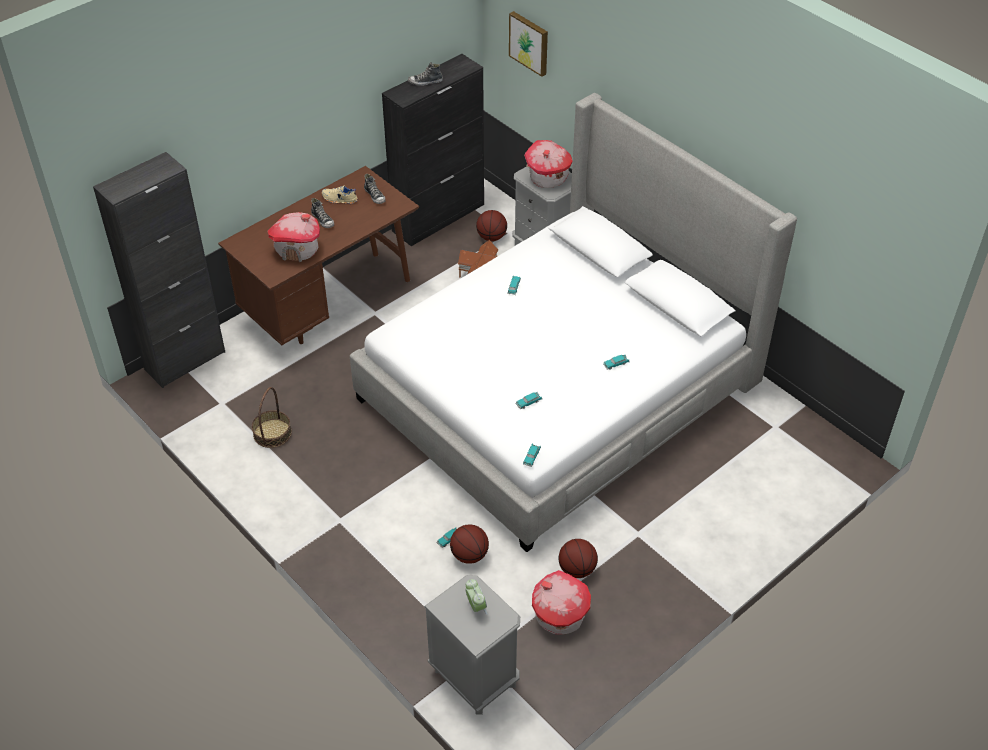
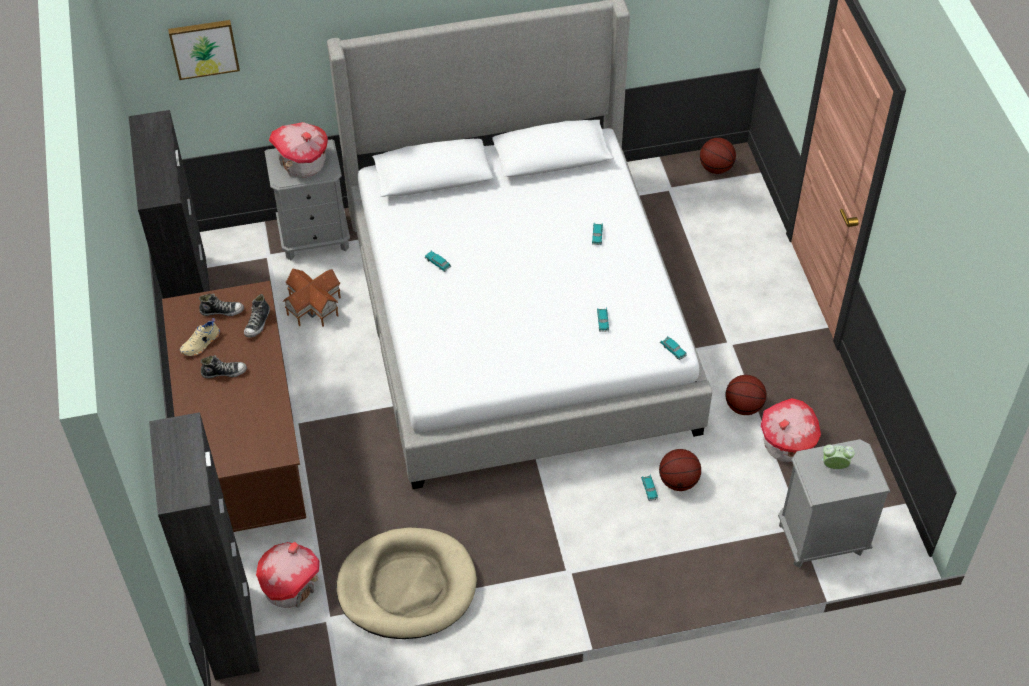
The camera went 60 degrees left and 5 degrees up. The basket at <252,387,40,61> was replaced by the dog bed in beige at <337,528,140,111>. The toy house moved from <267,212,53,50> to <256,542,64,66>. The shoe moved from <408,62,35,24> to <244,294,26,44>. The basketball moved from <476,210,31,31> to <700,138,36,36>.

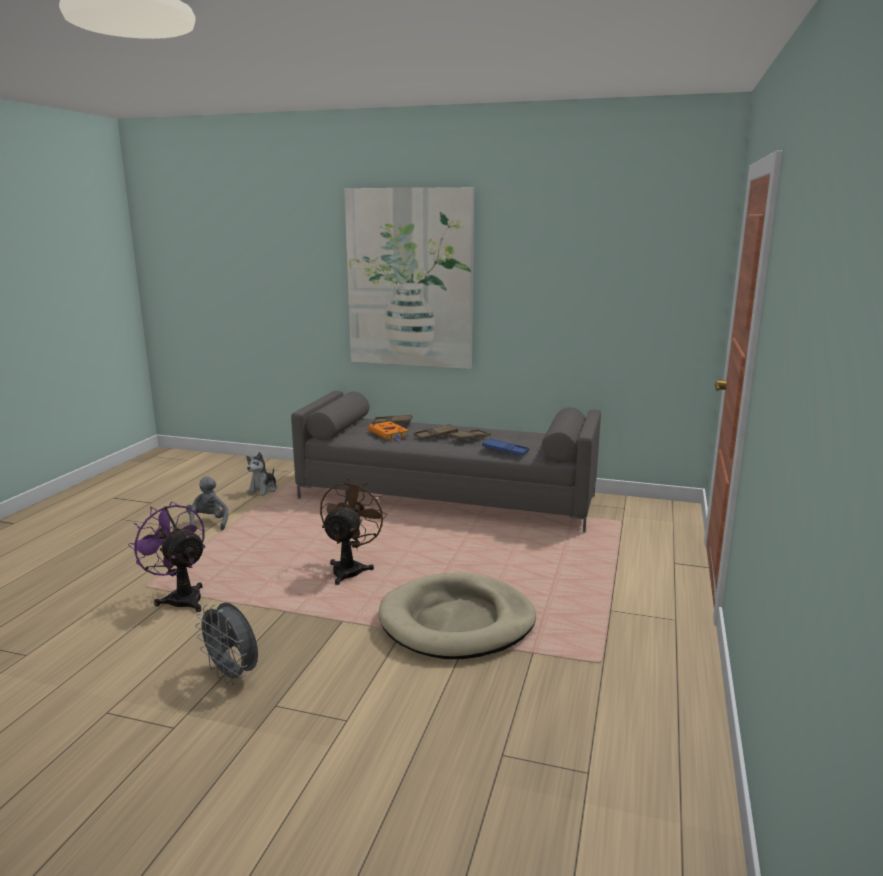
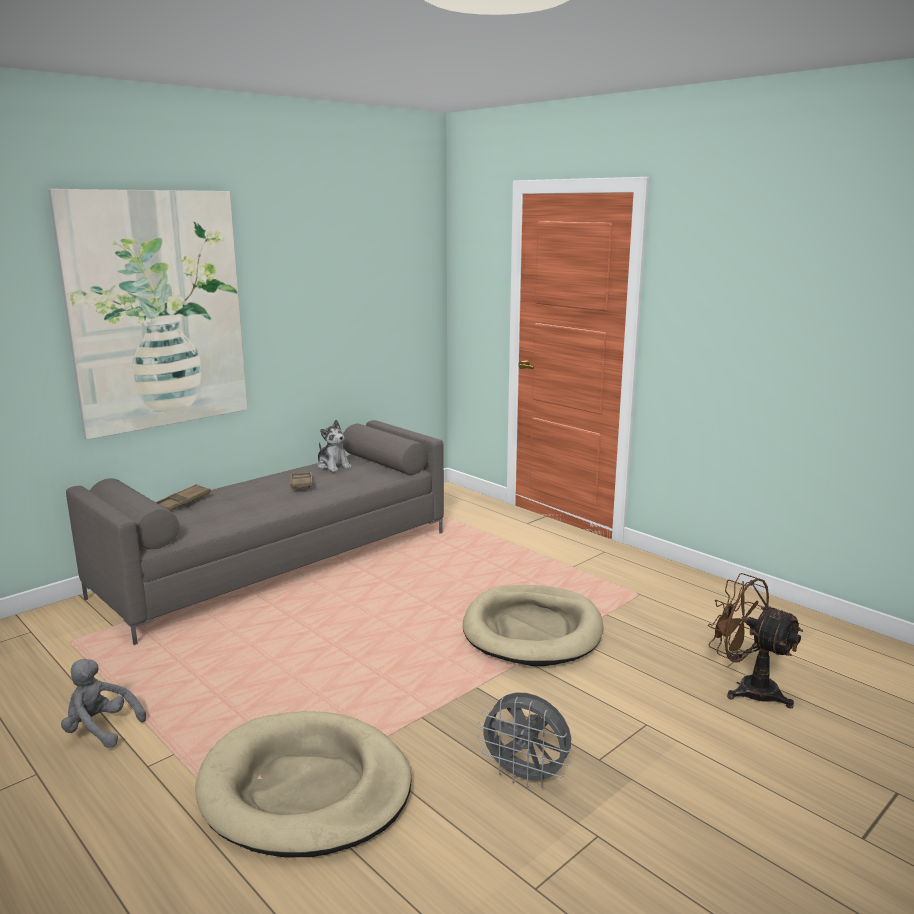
The camera went 60 degrees left and 0 degrees up. The fan in purple at <128,502,78,110> was replaced by the dog bed in beige at <195,711,216,146>. The fan in grey at <195,602,63,83> turned 45 degrees clockwise. The plush toy moved from <246,452,31,44> to <317,420,34,52>. The fan in brown moved from <320,479,67,106> to <708,573,95,135>. The book in orange at <368,421,41,20> disappeared. The tray in brown at <414,424,44,16> disappeared. The tray in blue at <482,438,47,18> disappeared.

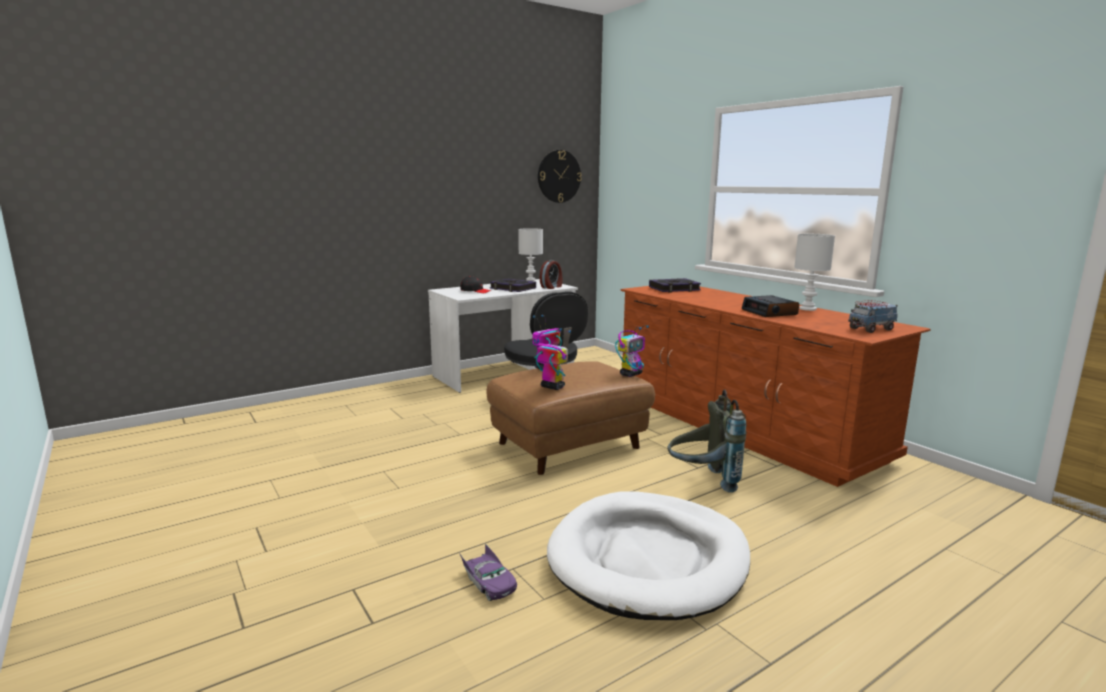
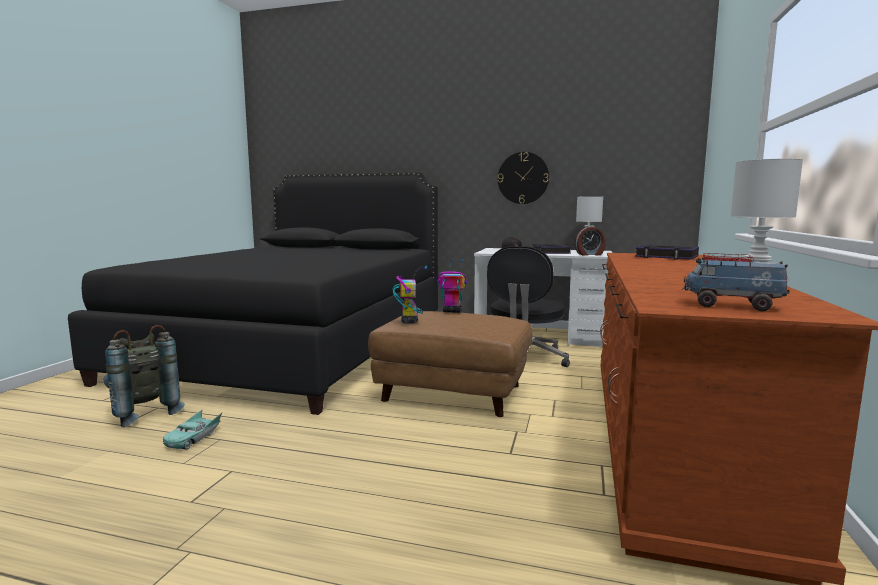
The camera went 50 degrees right and 5 degrees down. The toy car in purple at <459,543,58,58> became the toy car in turquoise at <163,410,59,39>. The wall clock moved from <538,150,44,53> to <498,152,51,52>. The dog bed in white at <547,491,203,129> disappeared. The toy robot at <615,325,34,52> disappeared. The backpack in grey moved from <667,390,79,103> to <103,325,82,102>. The alarm clock at <742,295,57,22> disappeared. The bed in black at <68,172,370,243> appeared.

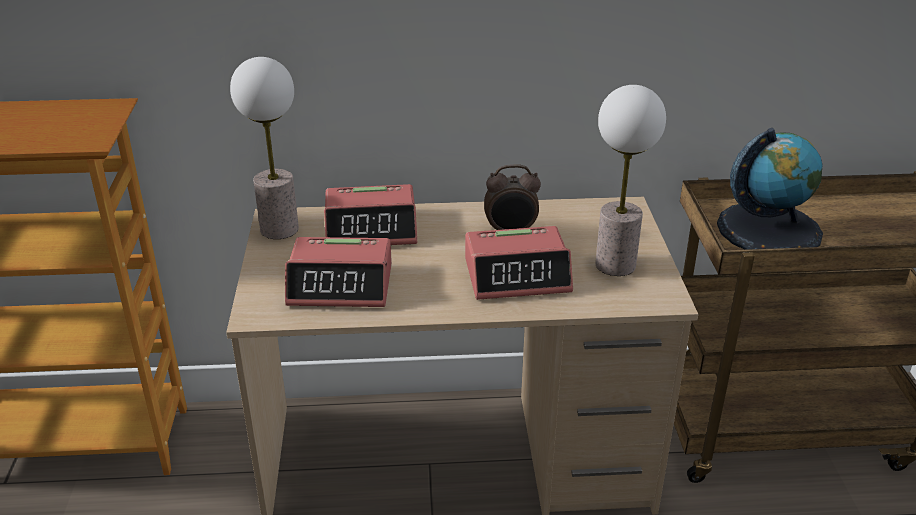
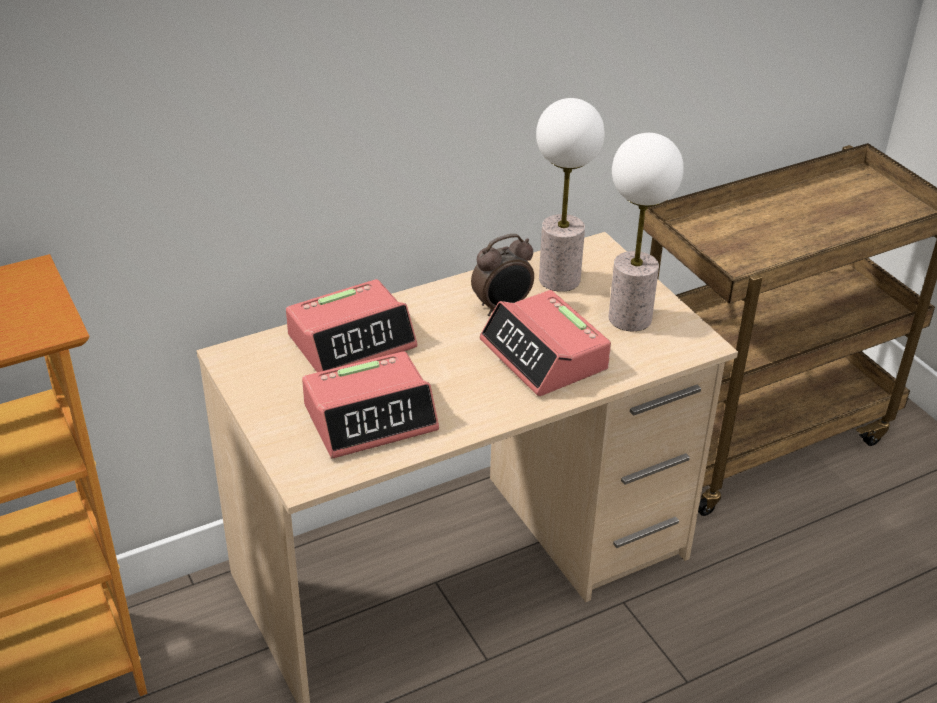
The camera went 25 degrees left and 5 degrees up. The table lamp moved from <230,57,69,182> to <536,98,68,194>. The alarm clock at <465,226,108,74> turned 90 degrees clockwise. The globe at <717,128,106,122> disappeared.

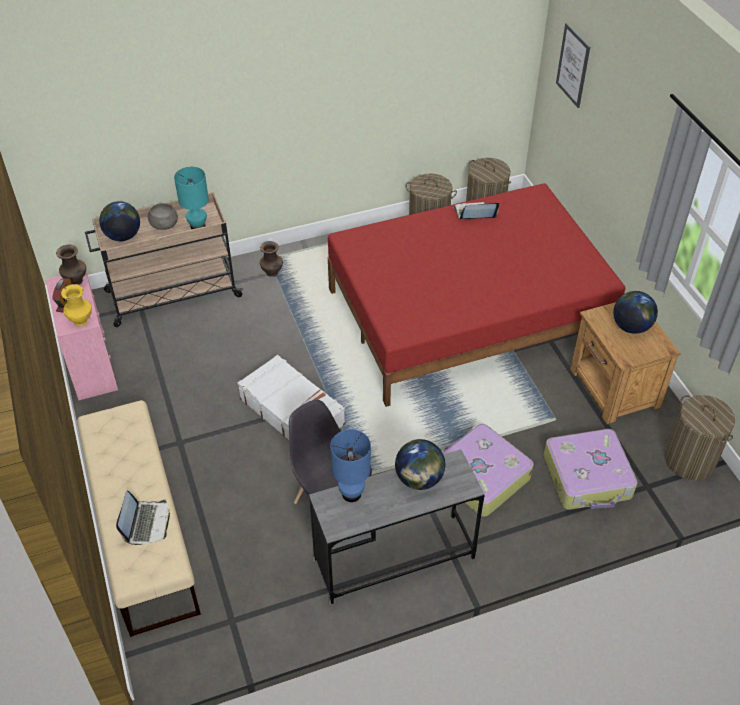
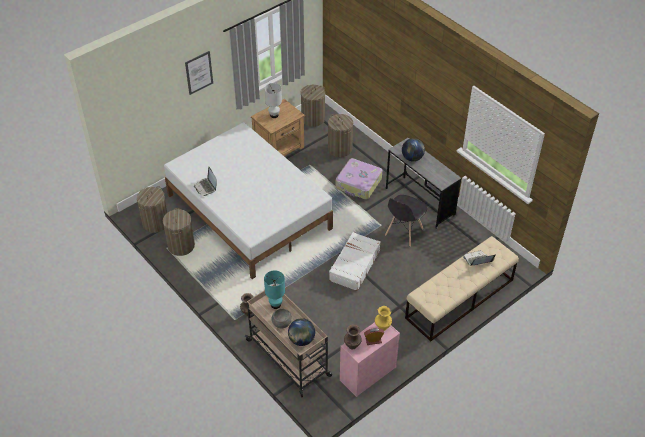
The camera went 110 degrees left and 0 degrees up. The bed in red at <328,183,297,224> became the bed in white at <164,122,169,157>. The table lamp in blue at <330,429,41,73> disappeared. The suitcase at <544,429,94,81> was replaced by the laundry basket at <328,114,25,43>. The picture moved from <556,23,34,85> to <185,51,28,44>. The globe at <613,291,45,43> was replaced by the table lamp in white at <265,83,17,35>.

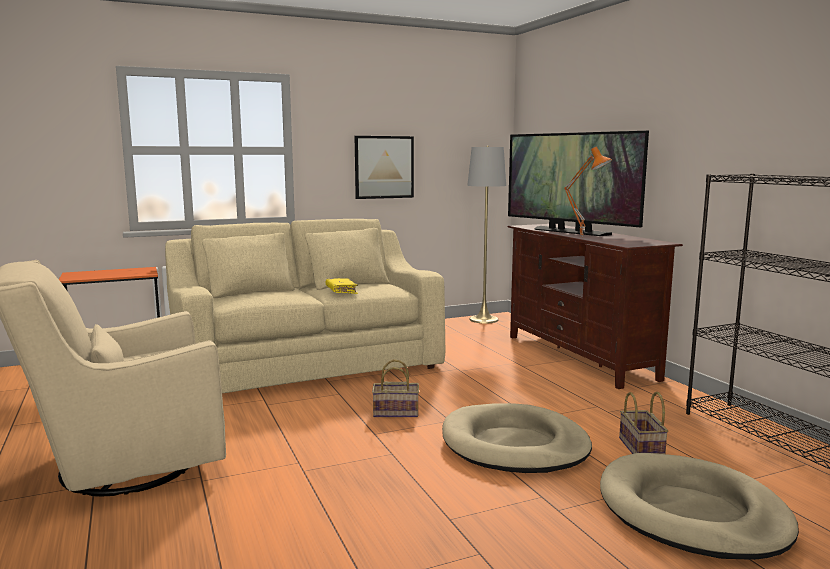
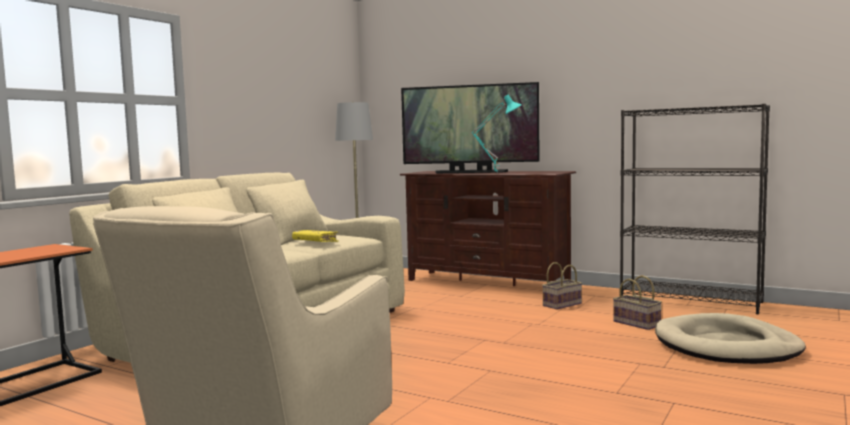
The camera went 35 degrees left and 5 degrees down. The picture at <355,136,59,63> disappeared. The basket moved from <372,359,47,58> to <542,262,40,47>. The dog bed in beige at <442,403,150,70> disappeared. The table lamp in orange at <564,147,48,91> became the table lamp in turquoise at <471,95,51,76>.

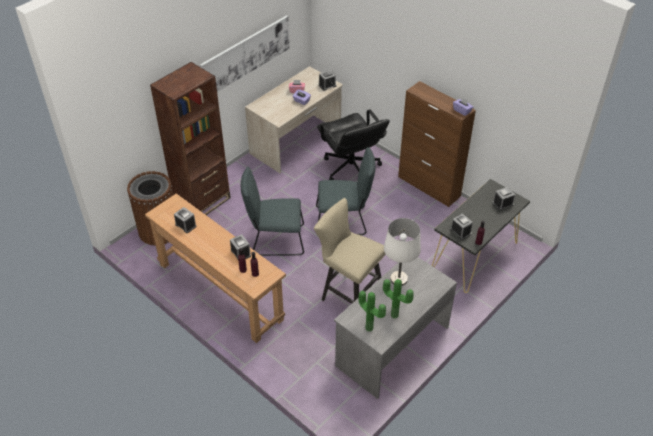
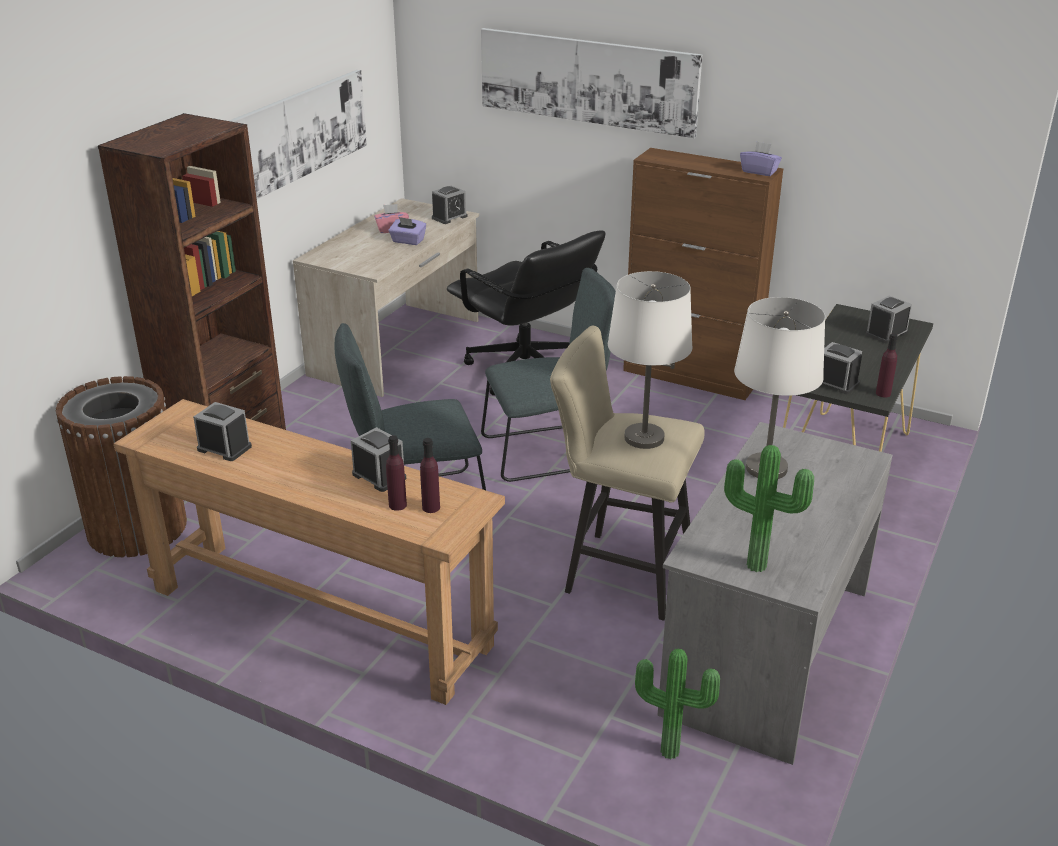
The camera went 15 degrees left and 15 degrees down. The potted plant moved from <383,279,31,40> to <635,648,85,111>. The picture at <481,28,221,110> appeared. The table lamp in white at <608,271,85,178> appeared.

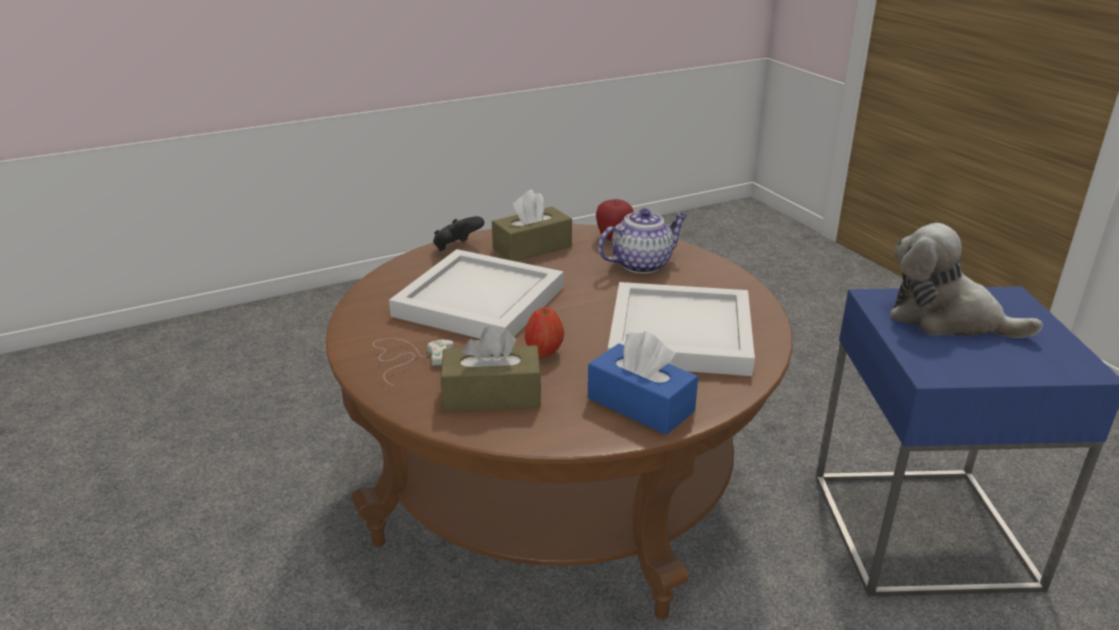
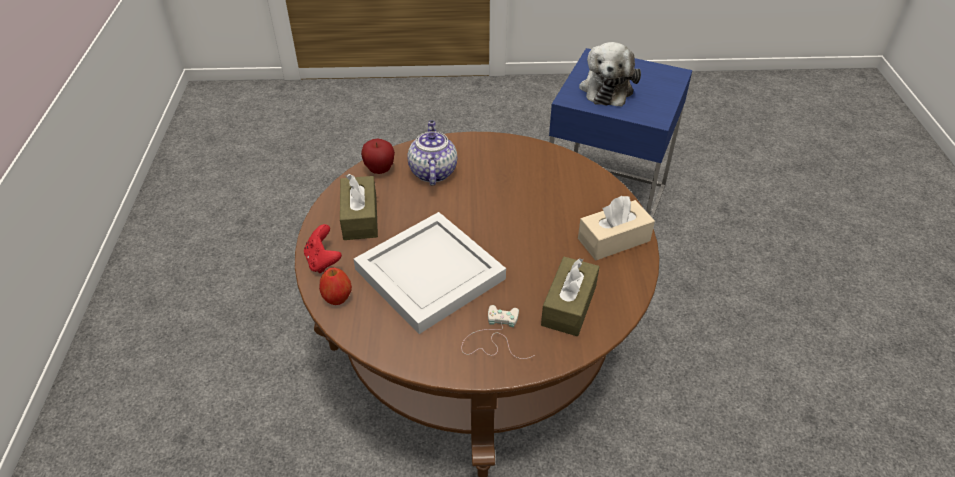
The camera went 65 degrees left and 15 degrees up. The game controller in black at <433,216,51,35> became the game controller in red at <304,224,38,50>. The apple moved from <525,307,39,50> to <319,268,33,37>. The tissue box in blue at <588,331,110,104> became the tissue box in beige at <578,196,77,64>. The tray in white at <608,282,147,94> disappeared. The plush toy at <890,223,153,115> turned 45 degrees counterclockwise.

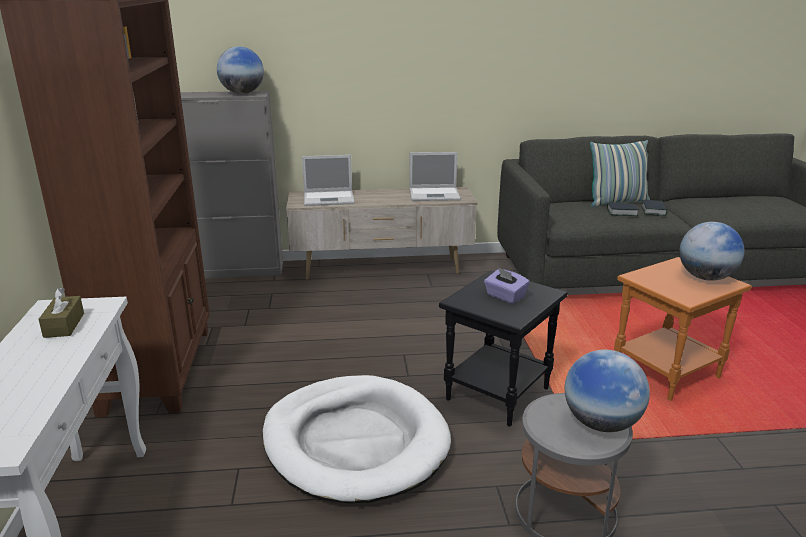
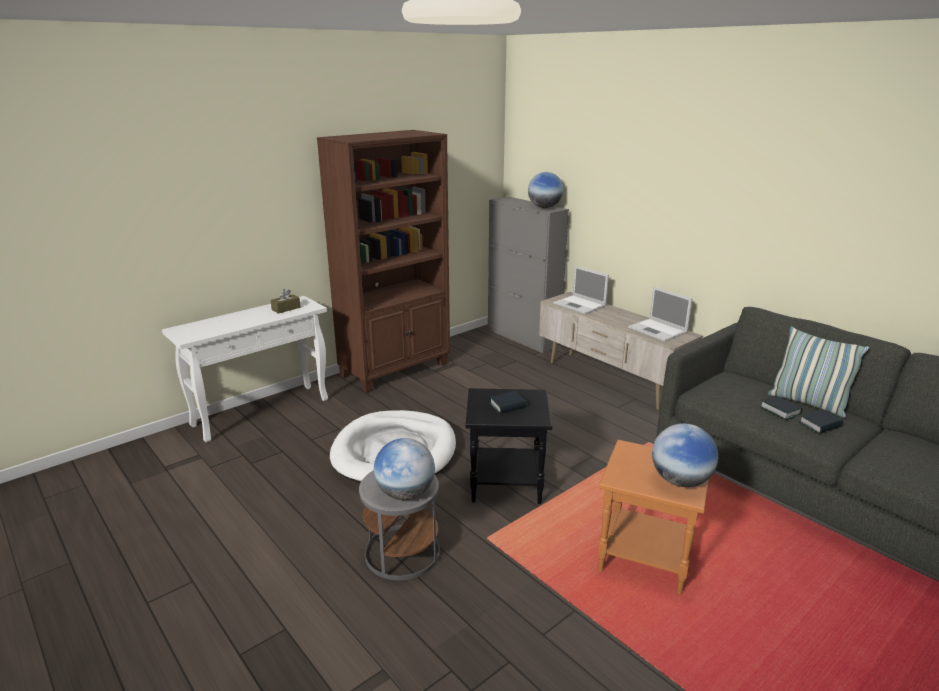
The camera went 55 degrees right and 0 degrees up. The tissue box in purple at <484,268,46,36> was replaced by the book at <489,391,38,23>.

